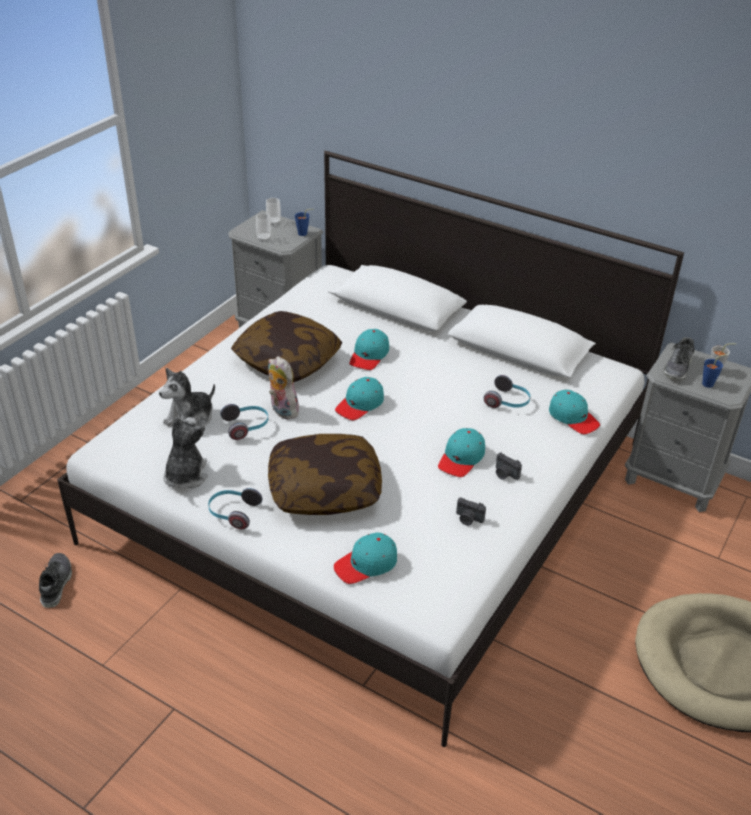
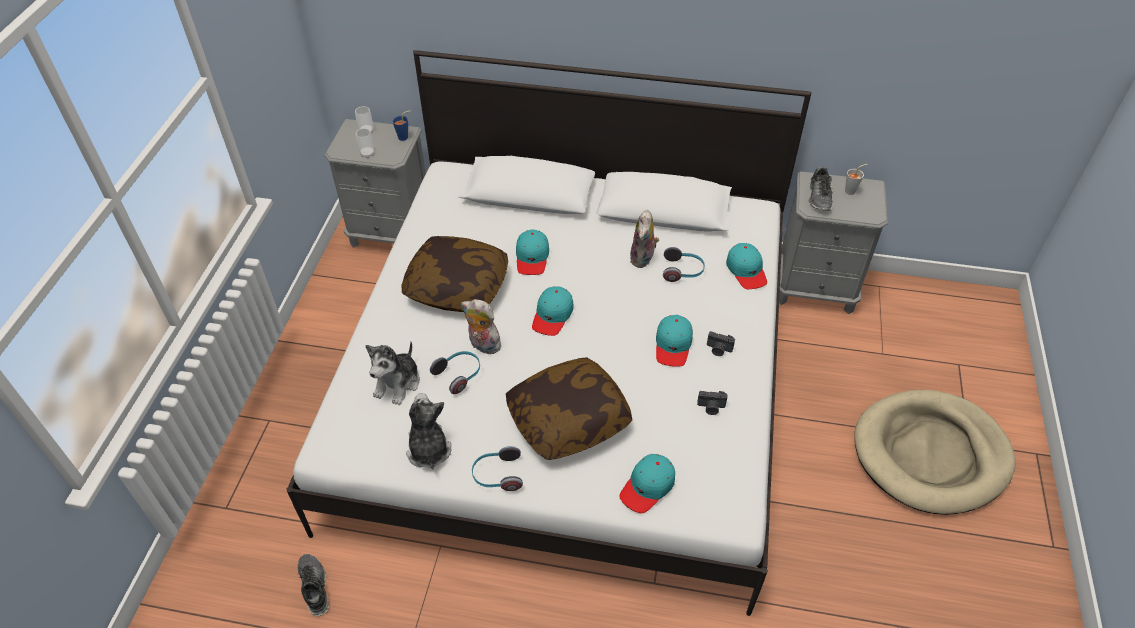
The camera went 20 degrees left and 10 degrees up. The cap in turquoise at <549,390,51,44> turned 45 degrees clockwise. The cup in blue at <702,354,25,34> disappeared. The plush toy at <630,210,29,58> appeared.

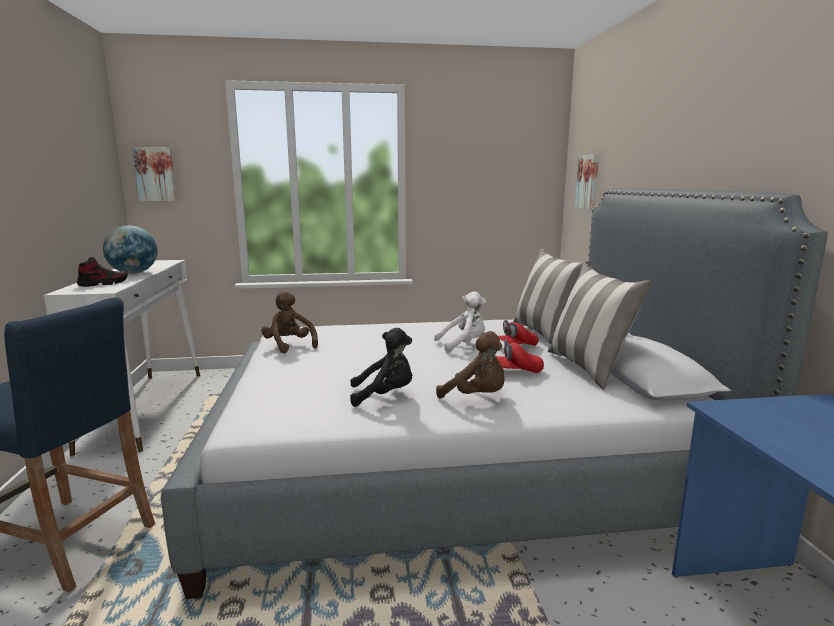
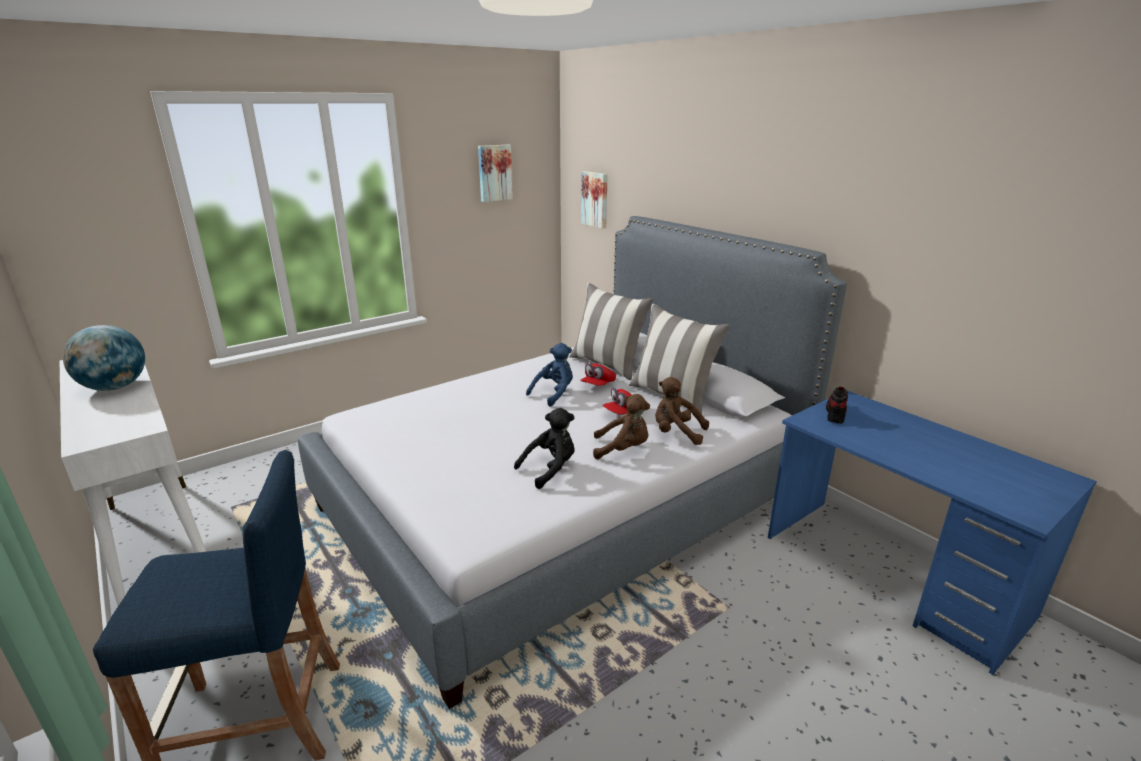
The camera went 30 degrees left and 10 degrees up. The shoe moved from <77,257,51,30> to <826,387,22,37>. The picture moved from <132,147,45,54> to <478,145,35,57>. The plush toy in brown moved from <261,291,57,63> to <655,377,54,68>. The plush toy in white at <434,292,52,61> became the plush toy in blue at <526,343,47,64>.

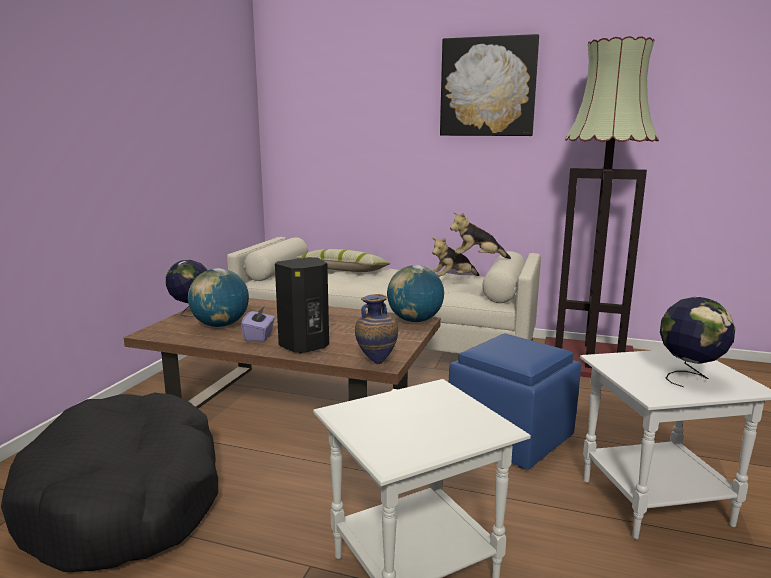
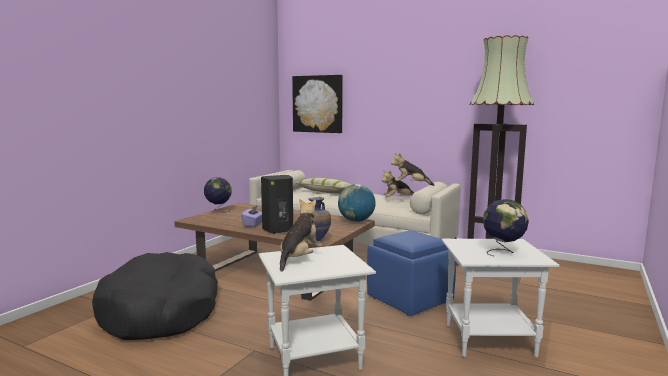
The camera went 10 degrees right and 5 degrees down. The globe at <188,268,61,59> disappeared. The picture moved from <440,34,99,102> to <292,75,51,58>. The plush toy at <280,199,42,73> appeared.

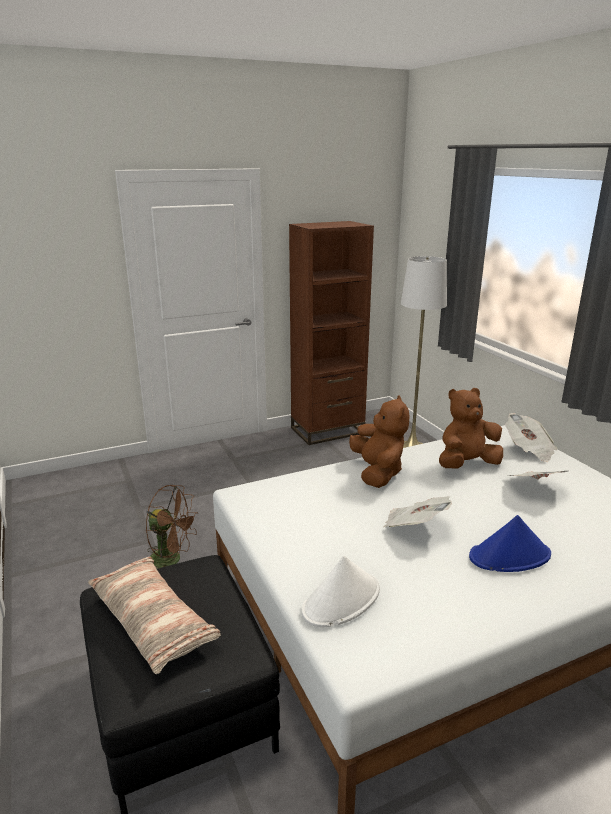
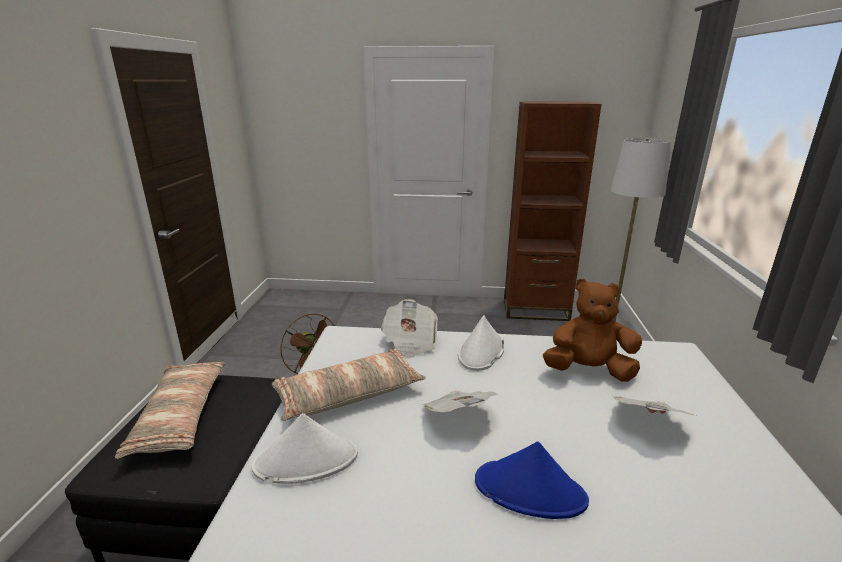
The camera went 30 degrees right and 0 degrees up. The plush toy in brown at <349,395,61,93> was replaced by the hat in white at <458,316,46,55>. The newspaper moved from <505,413,52,49> to <381,299,57,60>. The pillow at <272,348,153,73> appeared.

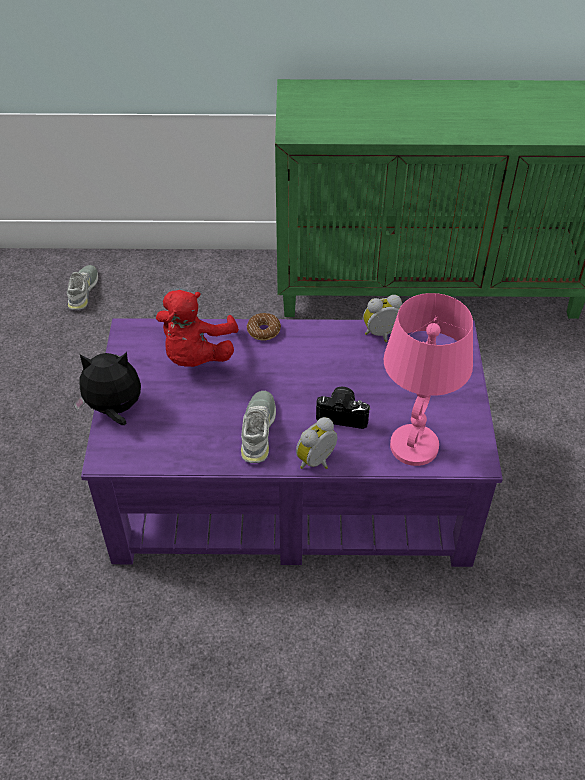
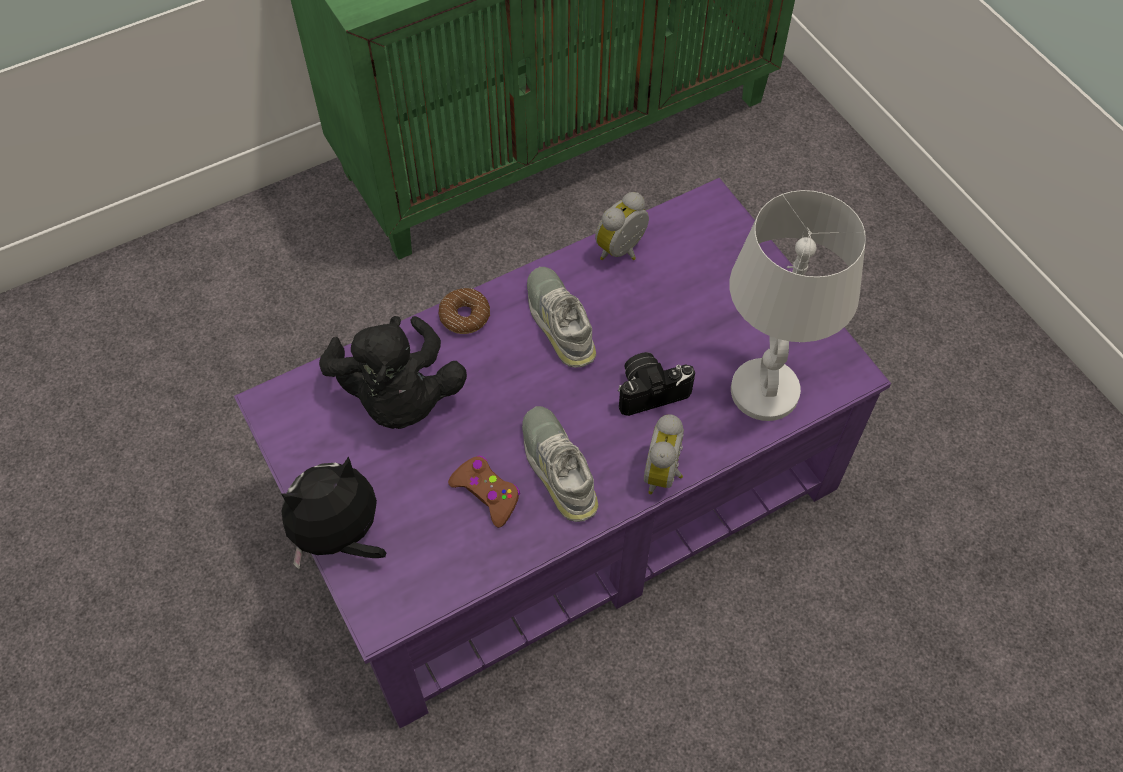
The camera went 30 degrees left and 10 degrees up. The shoe in grey moved from <67,265,31,45> to <527,267,69,101>. The plush toy in red at <156,290,83,77> became the plush toy in black at <319,316,148,113>. The table lamp in pink at <384,293,89,173> became the table lamp in white at <730,190,136,231>. The game controller in brown at <448,456,72,72> appeared.

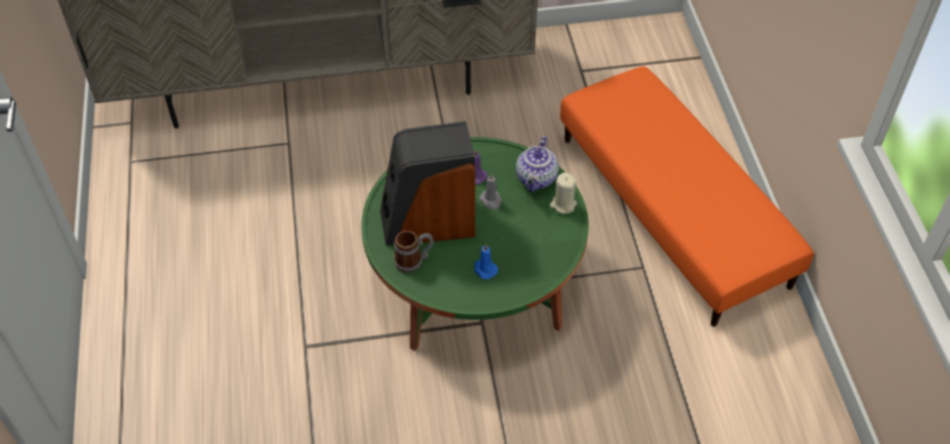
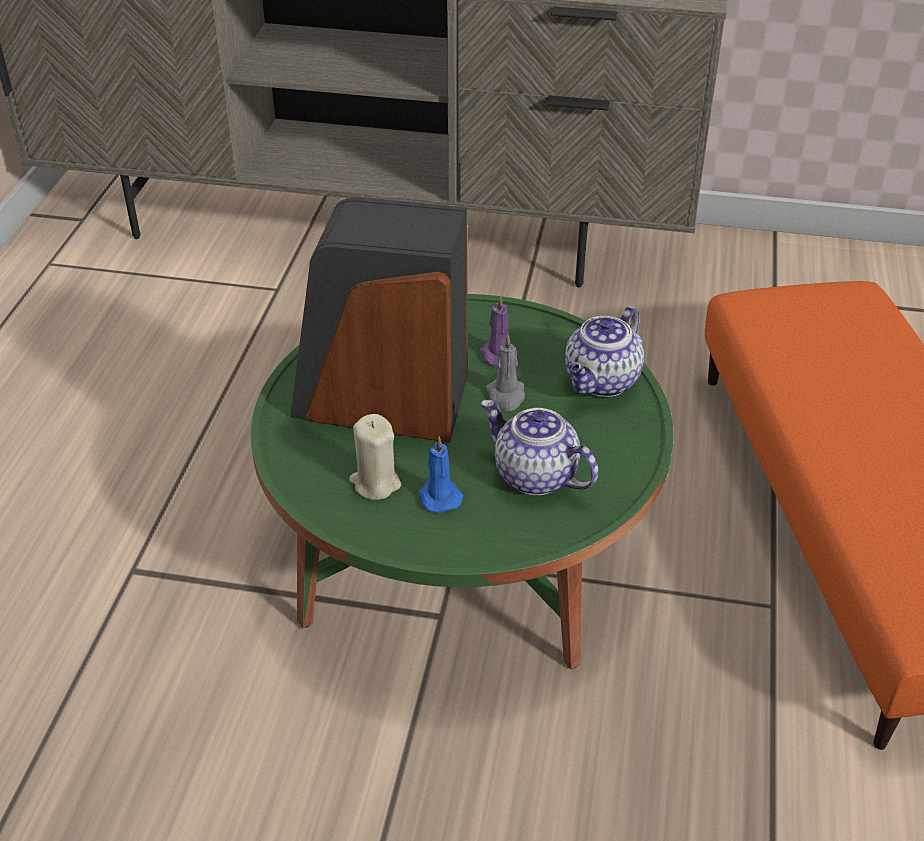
The camera went 20 degrees right and 10 degrees down. The mug at <394,231,39,42> disappeared. The candle in beige moved from <550,172,27,42> to <349,414,52,86>. The teapot at <481,400,118,96> appeared.

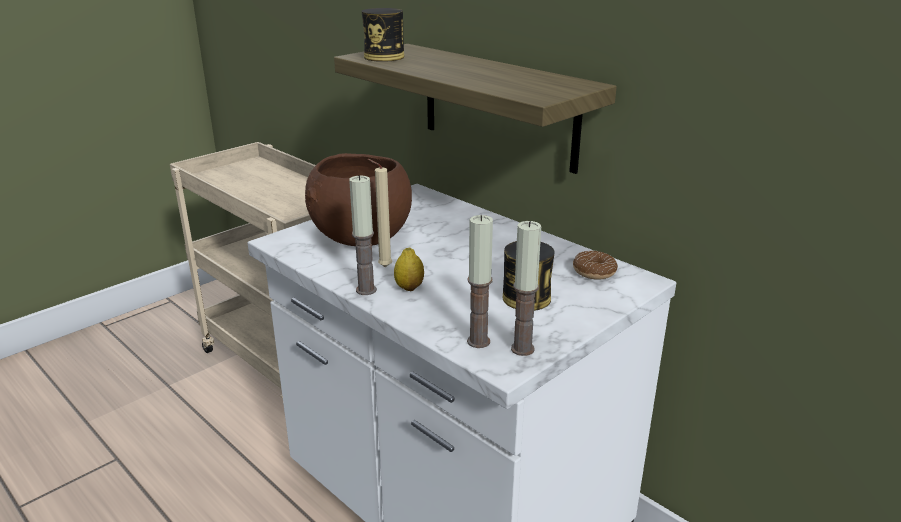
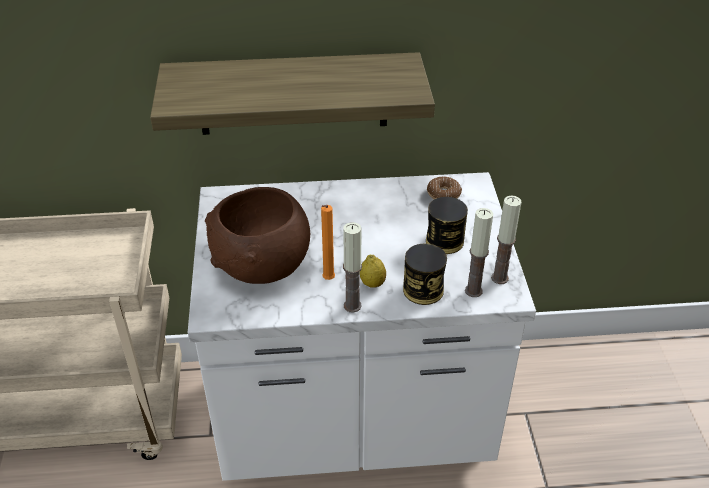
The camera went 50 degrees left and 15 degrees up. The can moved from <362,8,42,54> to <403,244,44,61>. The candle in beige at <368,159,24,108> became the candle in orange at <321,205,14,75>.

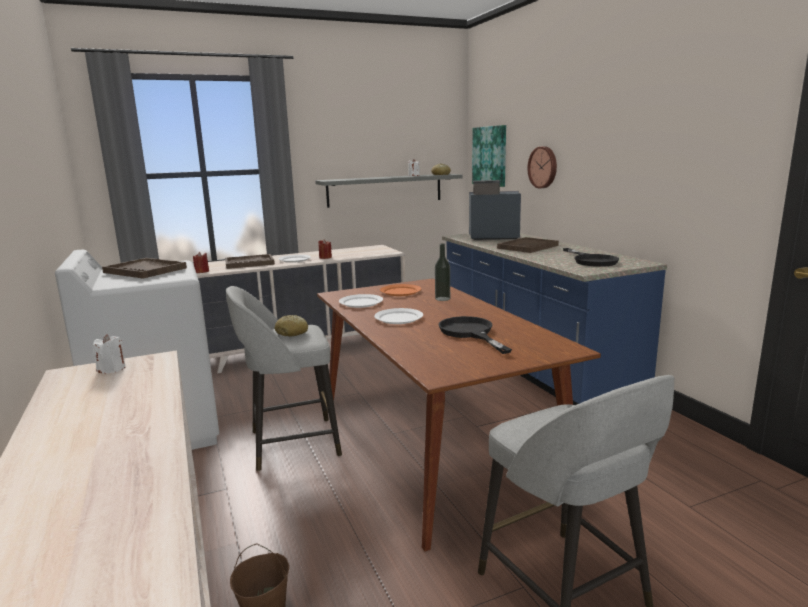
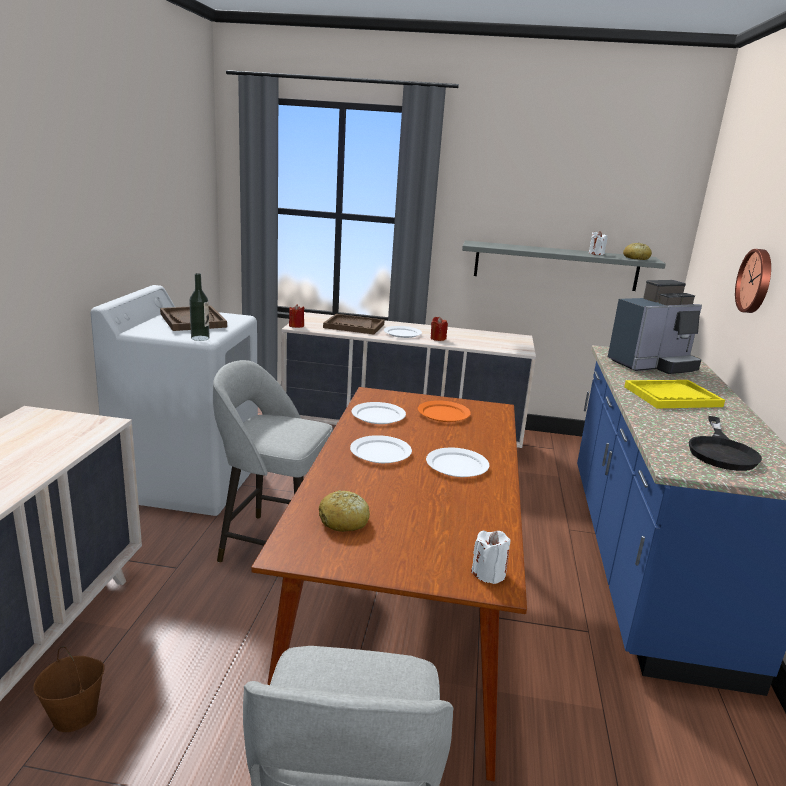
The camera went 30 degrees right and 5 degrees up. The candle in white moved from <92,334,34,40> to <471,531,39,53>. The bread moved from <274,315,34,21> to <319,490,51,42>. The bottle moved from <435,243,15,58> to <189,273,21,68>. The frying pan in black at <439,316,73,38> disappeared. The coffee machine at <469,180,52,60> turned 120 degrees clockwise. The picture at <472,125,34,62> disappeared. The tray in brown at <497,237,62,16> became the tray in yellow at <624,380,101,28>. The plate in white at <426,448,63,29> appeared.

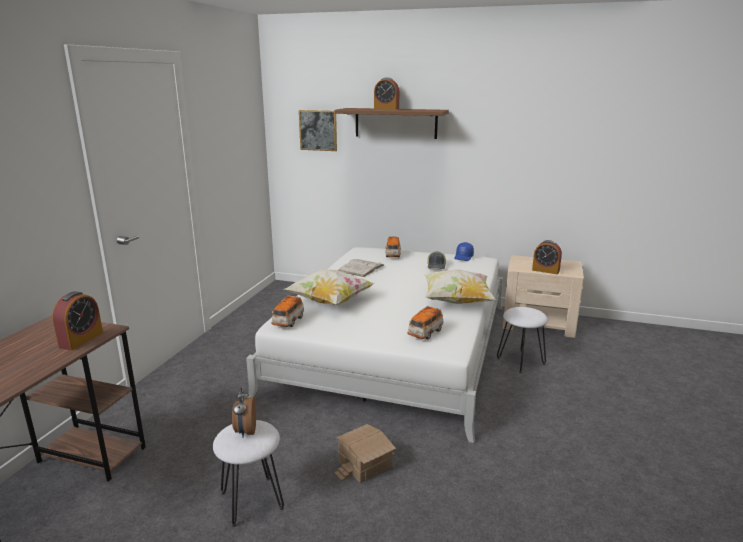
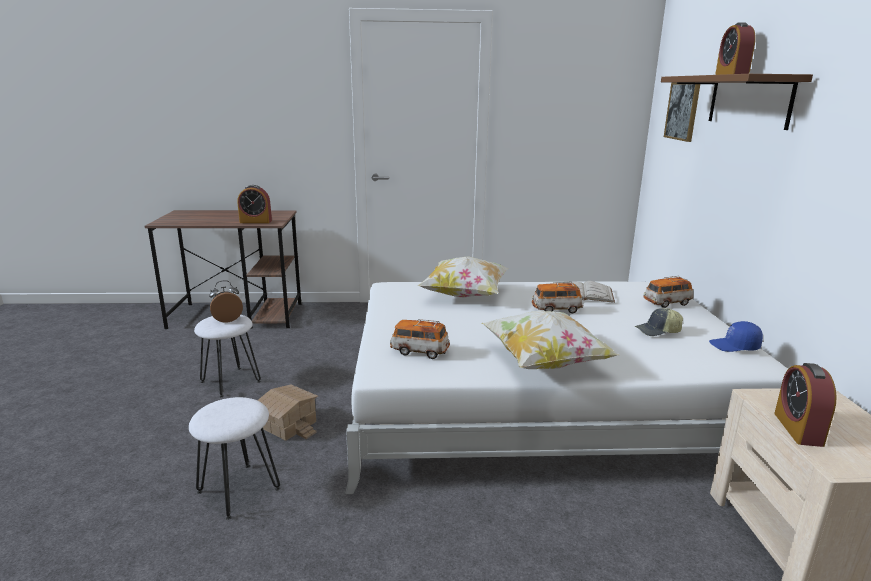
The camera went 70 degrees right and 0 degrees up. The toy car moved from <271,295,33,32> to <532,282,51,31>. The stool in white moved from <497,307,51,66> to <189,397,91,123>.

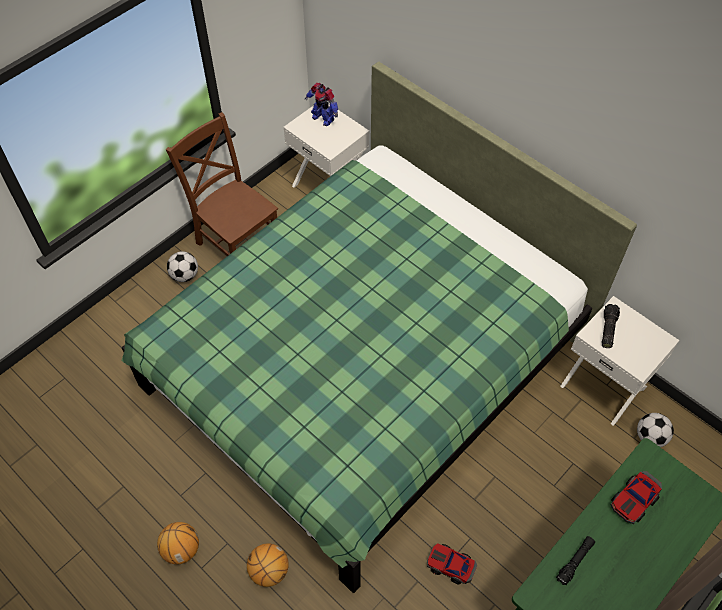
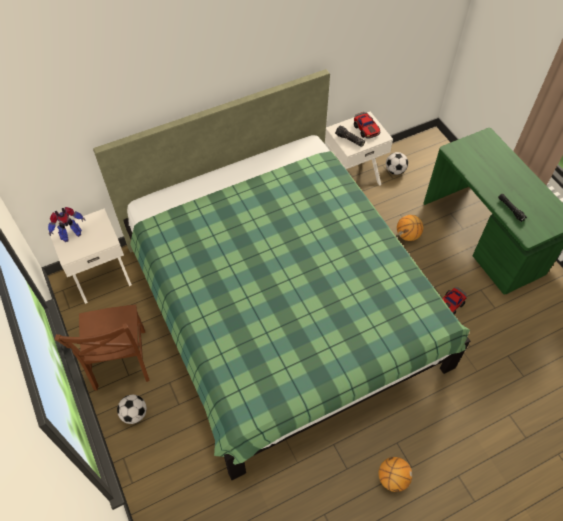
The camera went 70 degrees left and 0 degrees up. The chair in brown at <166,112,112,144> turned 75 degrees counterclockwise. The basketball moved from <247,543,42,44> to <397,215,26,26>. The toy car moved from <610,471,52,53> to <354,112,26,26>.

